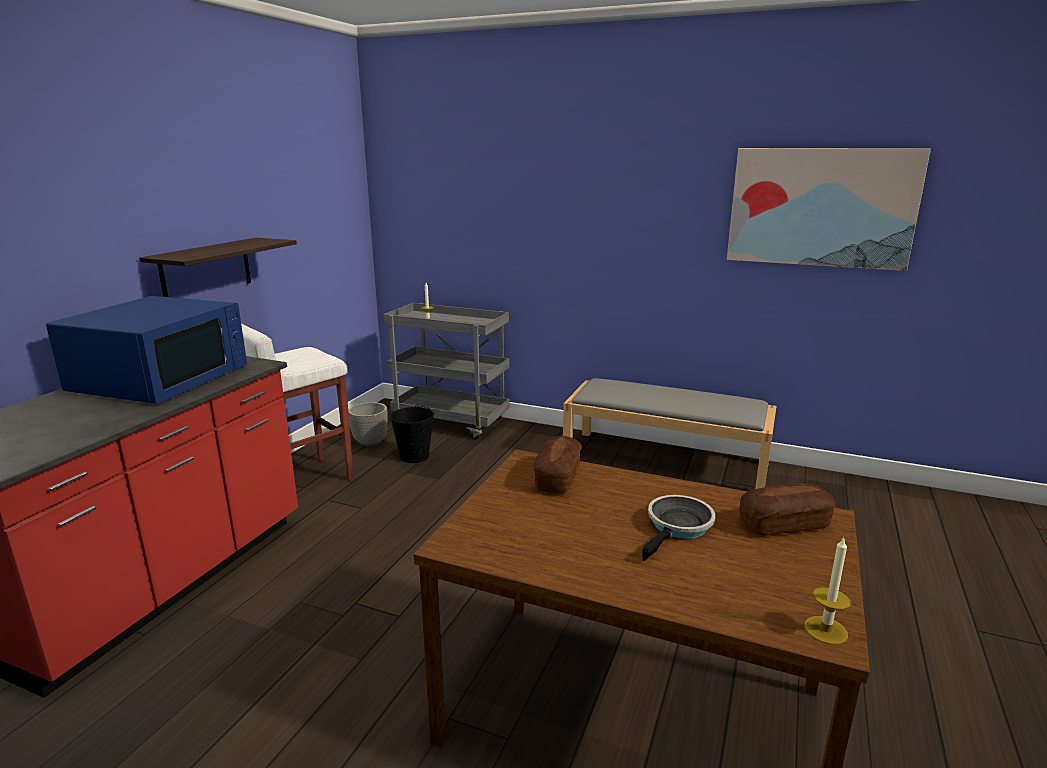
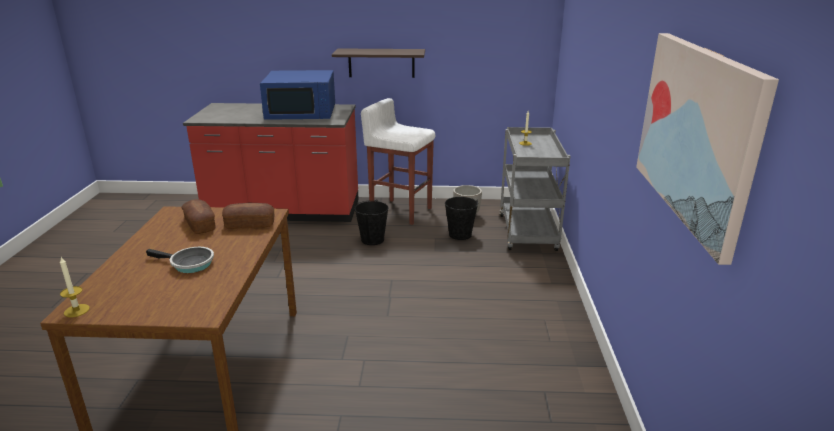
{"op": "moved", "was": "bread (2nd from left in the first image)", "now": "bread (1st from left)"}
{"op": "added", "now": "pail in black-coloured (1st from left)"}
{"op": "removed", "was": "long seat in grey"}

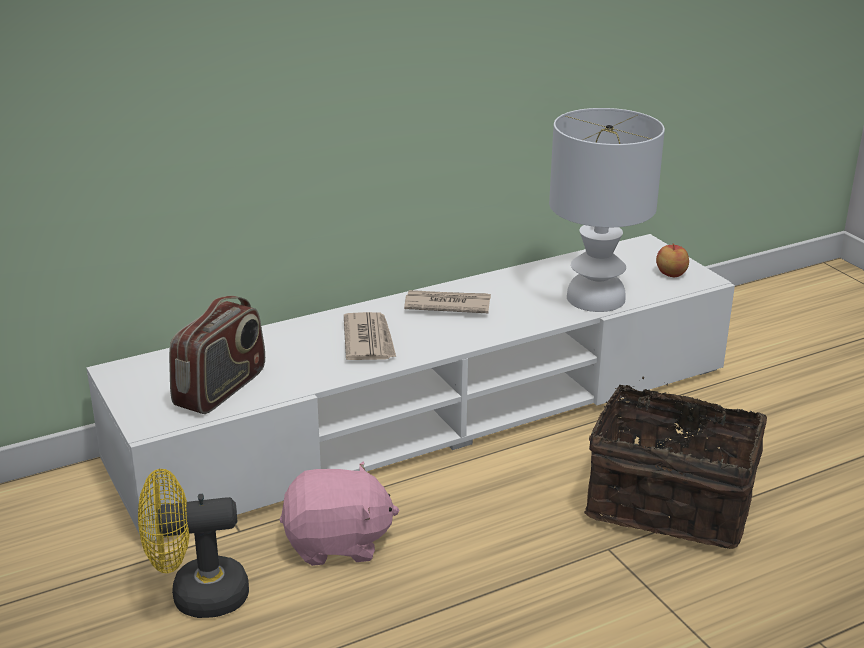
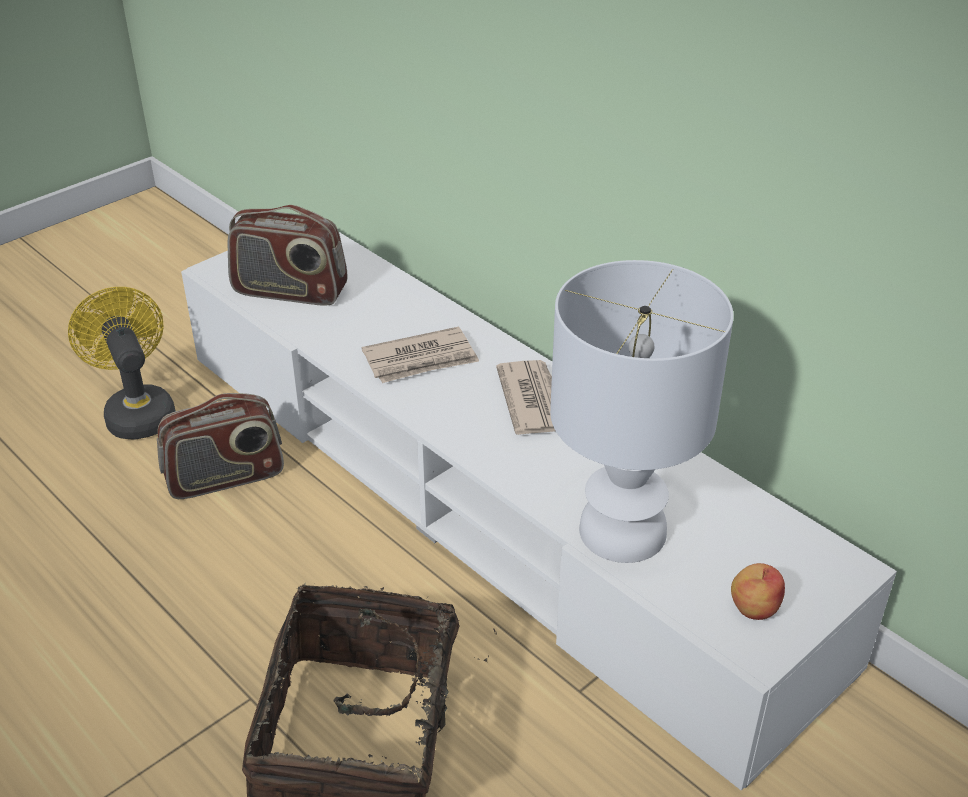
{"op": "replaced", "was": "plush toy in pinkish", "now": "radio set (1st from left)"}

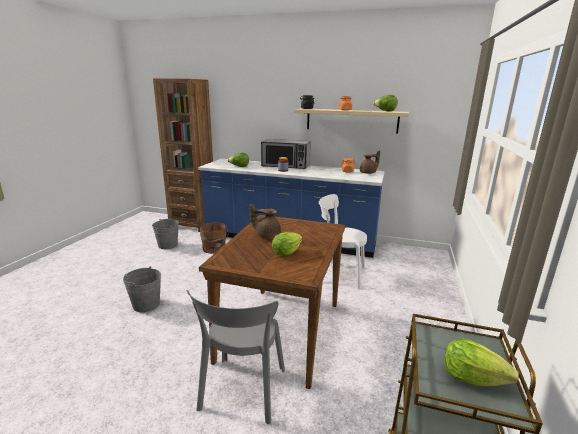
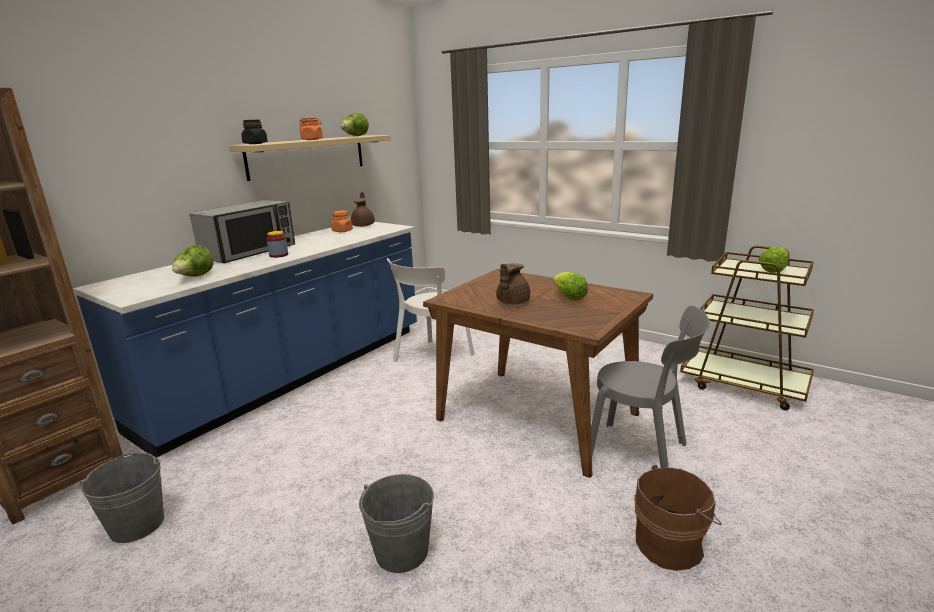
{"op": "moved", "was": "pail in brownish"}

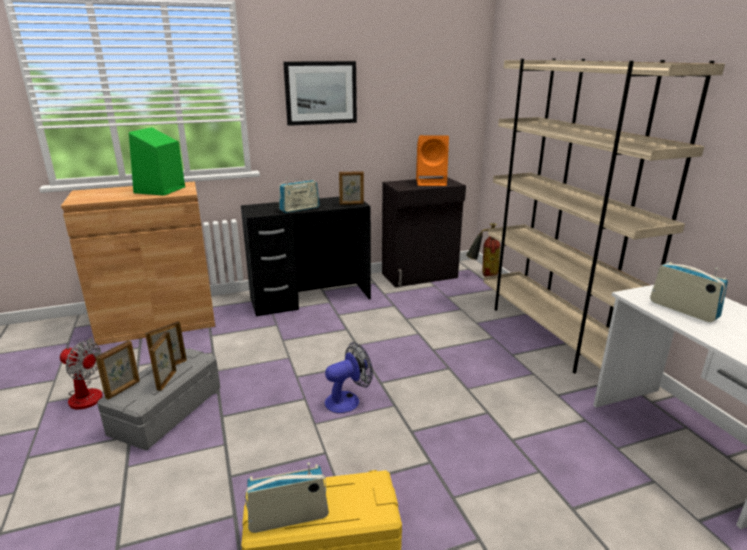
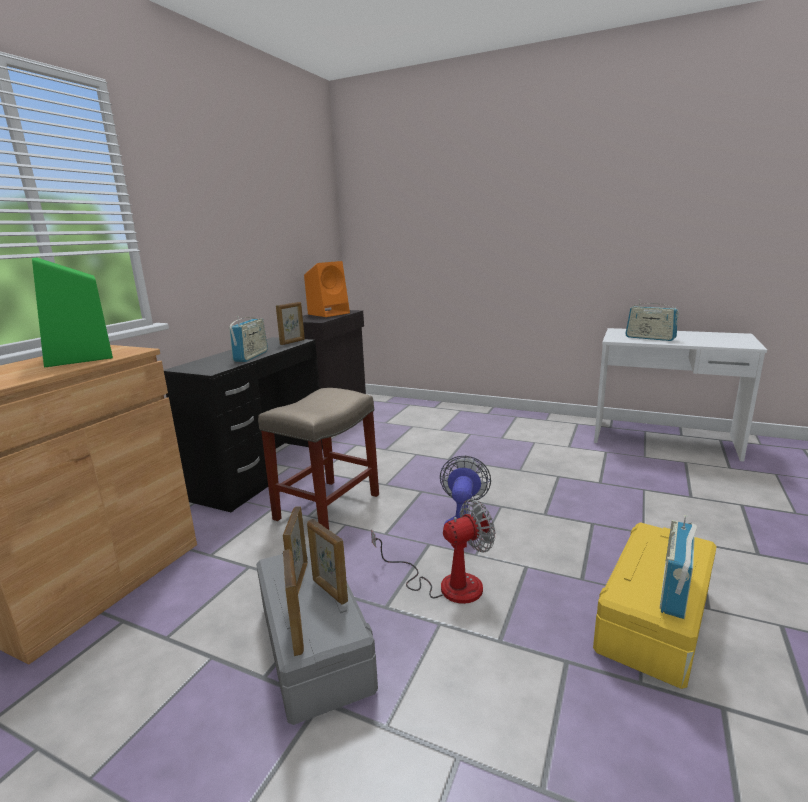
{"op": "added", "now": "stool in sand-coloured"}
{"op": "moved", "was": "cooling fan (1st from left)"}
{"op": "turned", "was": "radio set (3rd from left in the first image)", "clockwise": -150}
{"op": "removed", "was": "picture"}
{"op": "removed", "was": "extinguisher"}
{"op": "removed", "was": "bookcase in sand-coloured"}

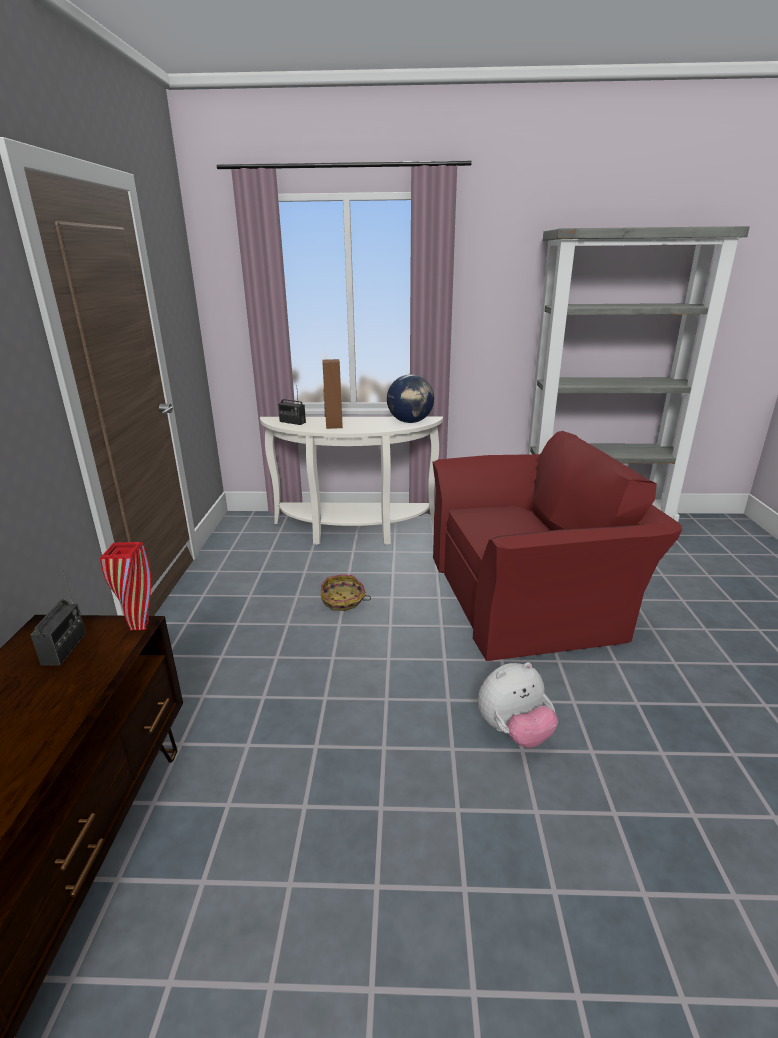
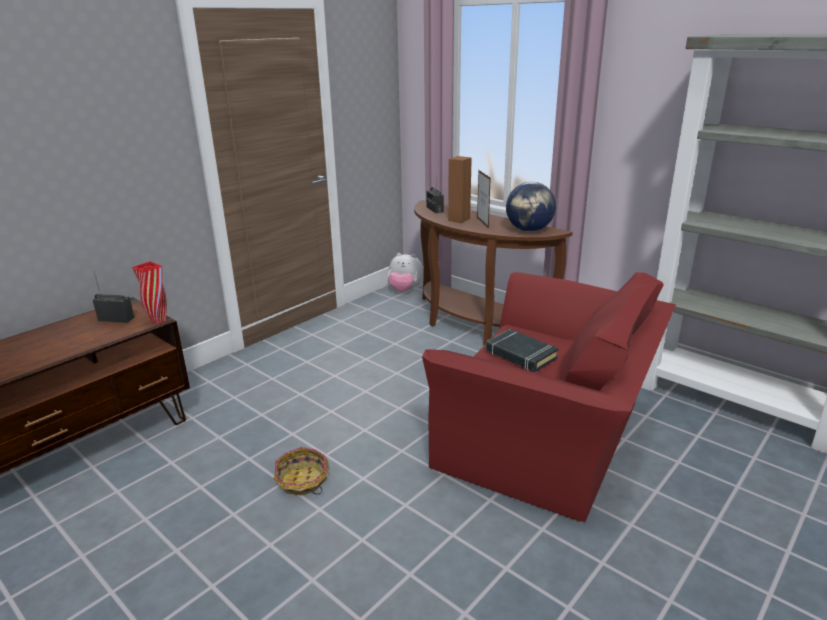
{"op": "turned", "was": "radio set (1st from left)", "clockwise": -120}
{"op": "moved", "was": "storage basket"}
{"op": "moved", "was": "plush toy"}
{"op": "recoloured", "was": "hall table in white-coloured", "now": "hall table in brownish"}
{"op": "added", "now": "photo frame"}
{"op": "added", "now": "book in black-coloured"}

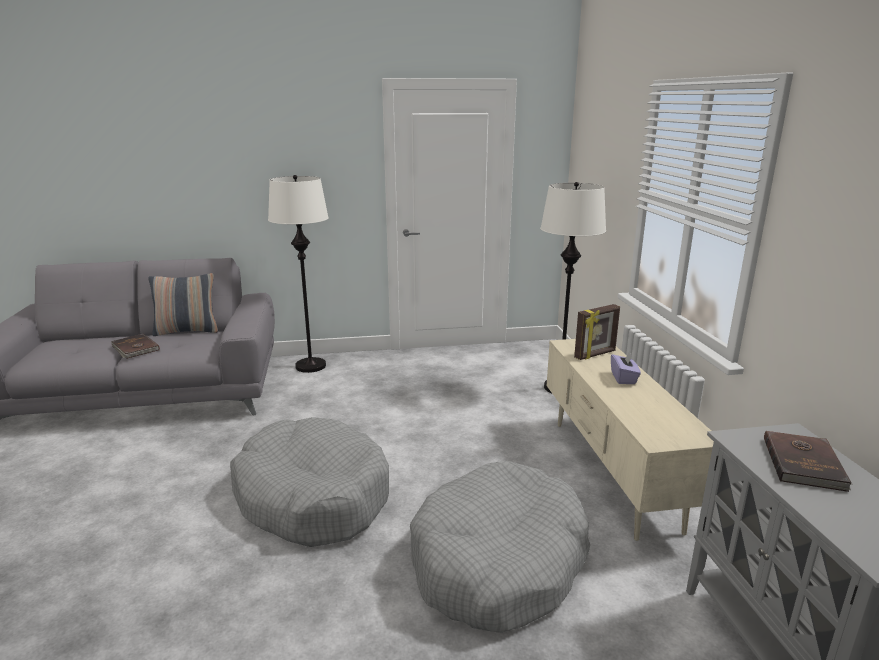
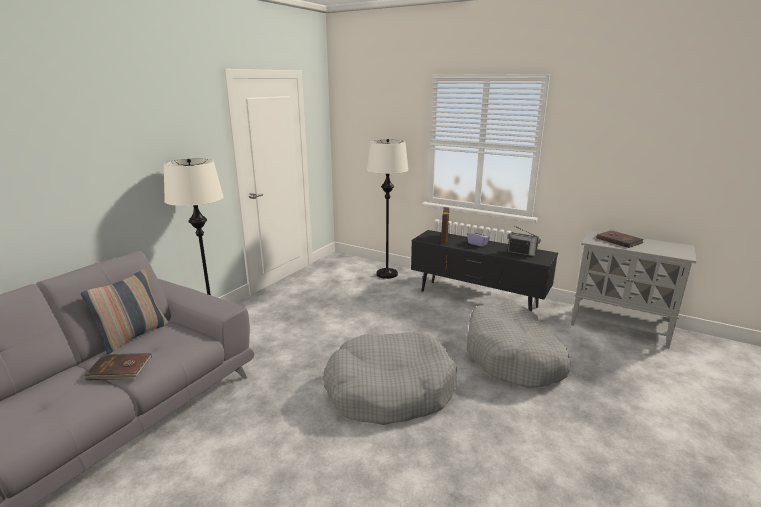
{"op": "recoloured", "was": "media console in sand-coloured", "now": "media console in black-coloured"}
{"op": "added", "now": "radio set"}

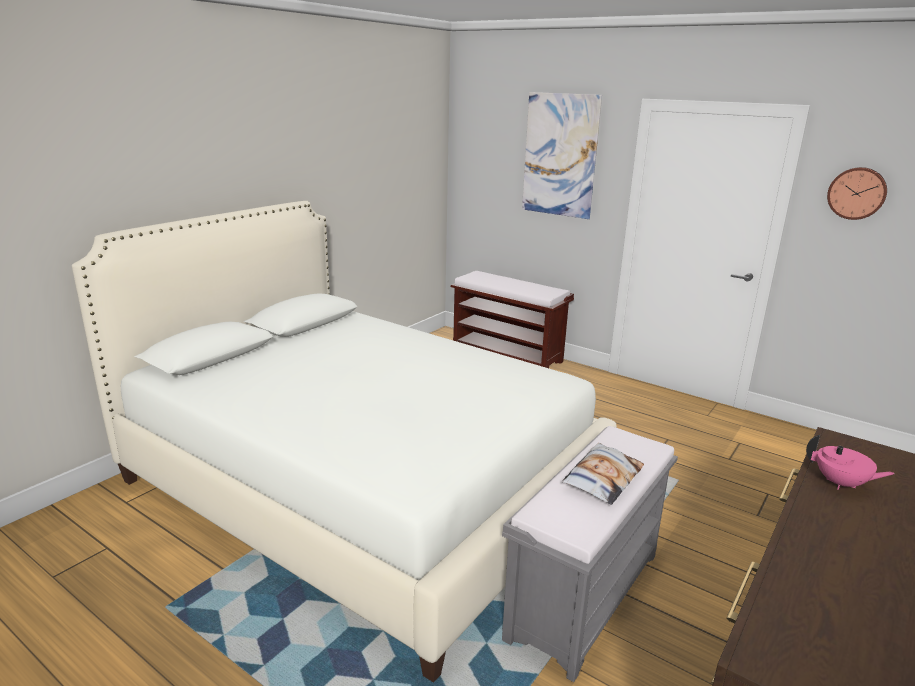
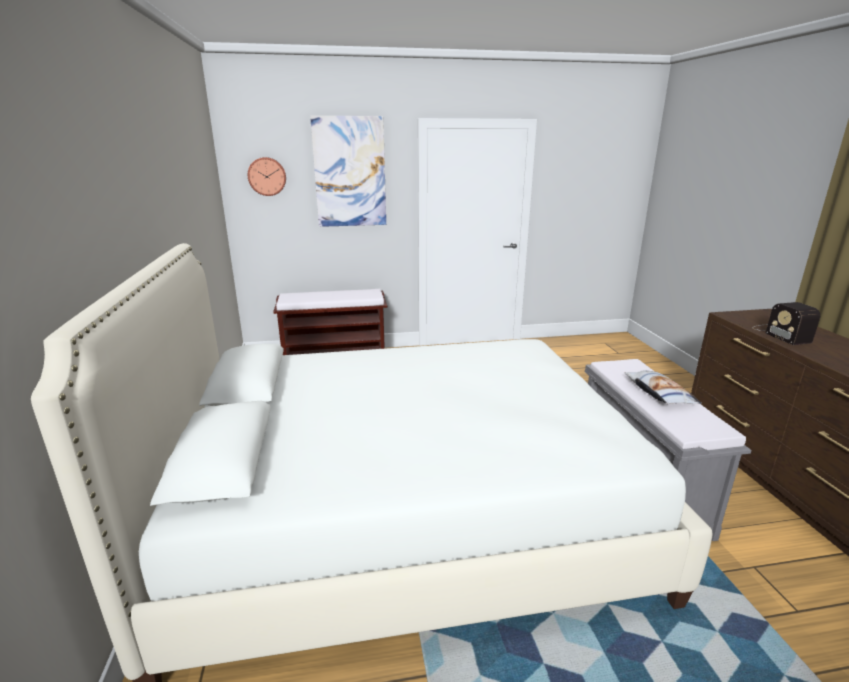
{"op": "moved", "was": "hanging clock"}
{"op": "replaced", "was": "tea pot in pinkish", "now": "radio set"}

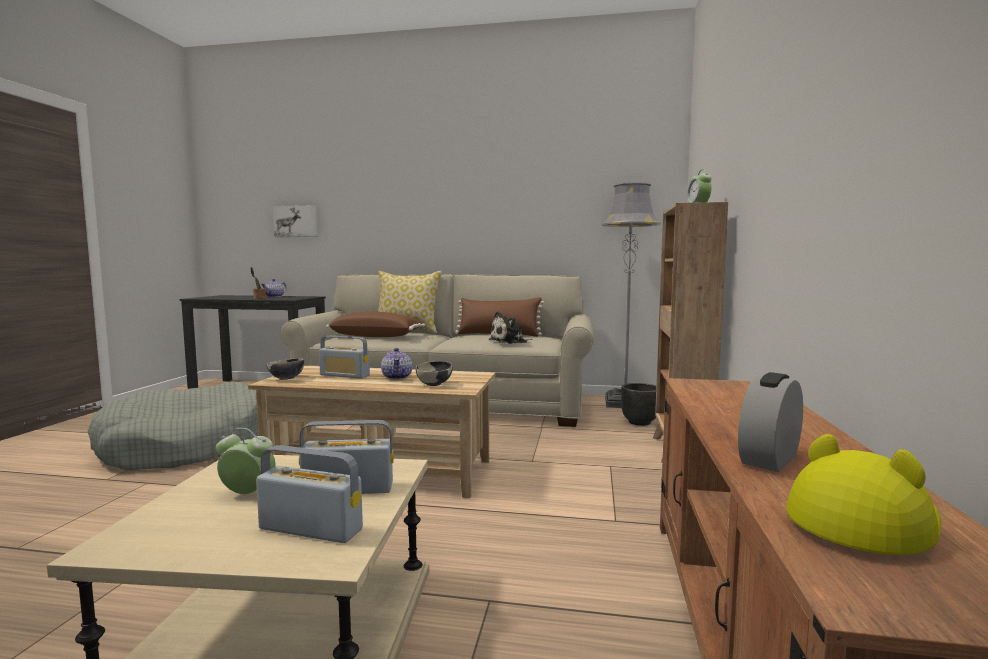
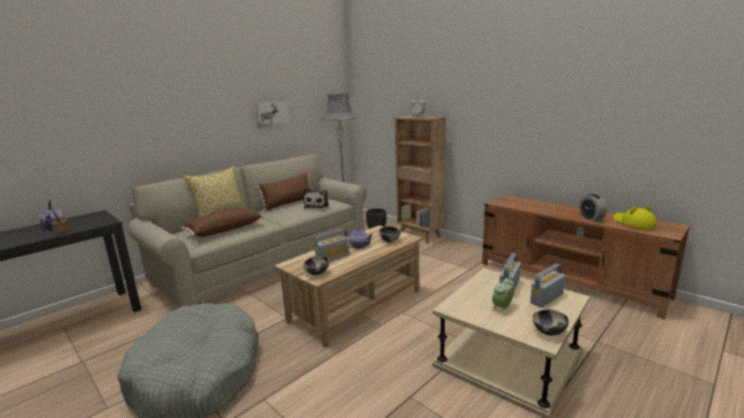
{"op": "moved", "was": "picture"}
{"op": "added", "now": "bowl (3rd from left)"}

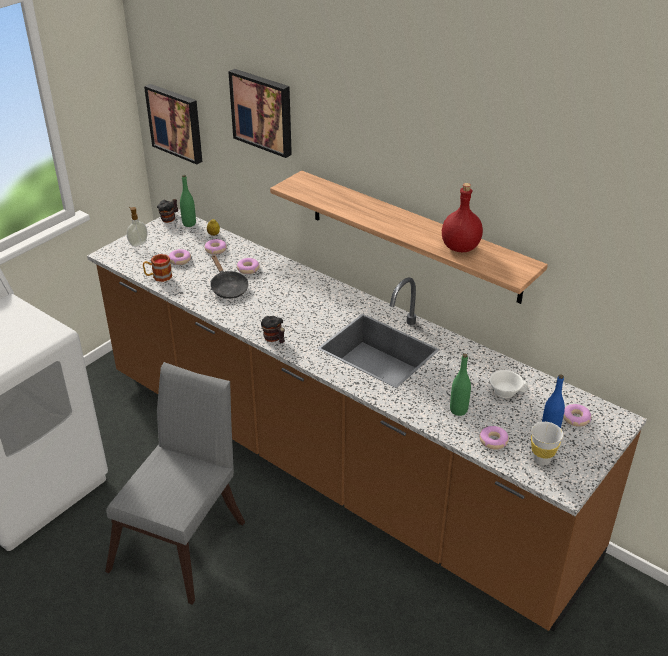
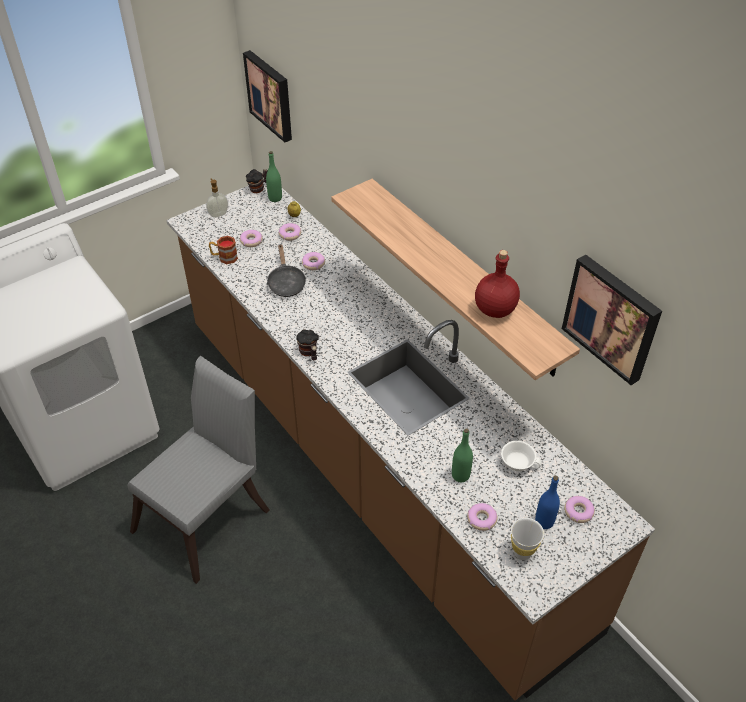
{"op": "moved", "was": "picture (2nd from left)"}

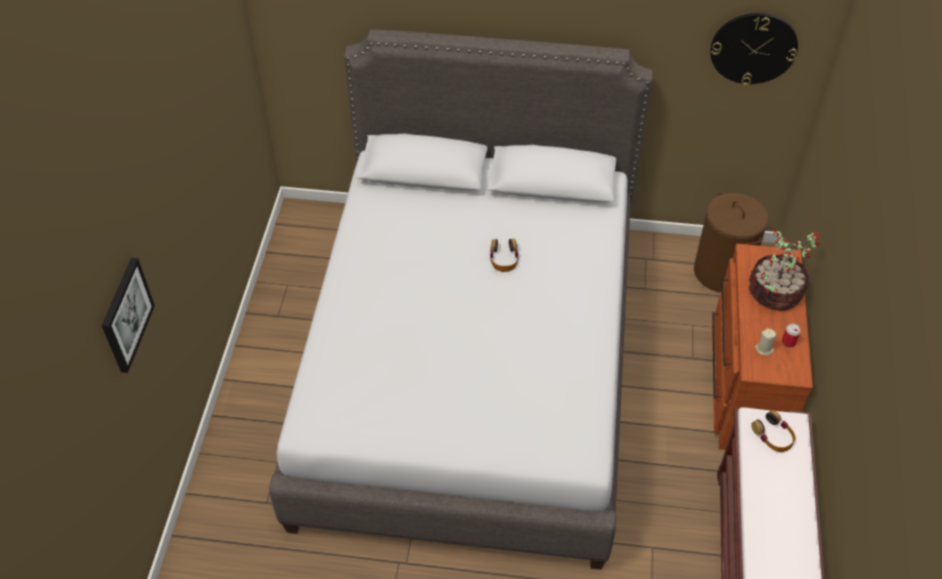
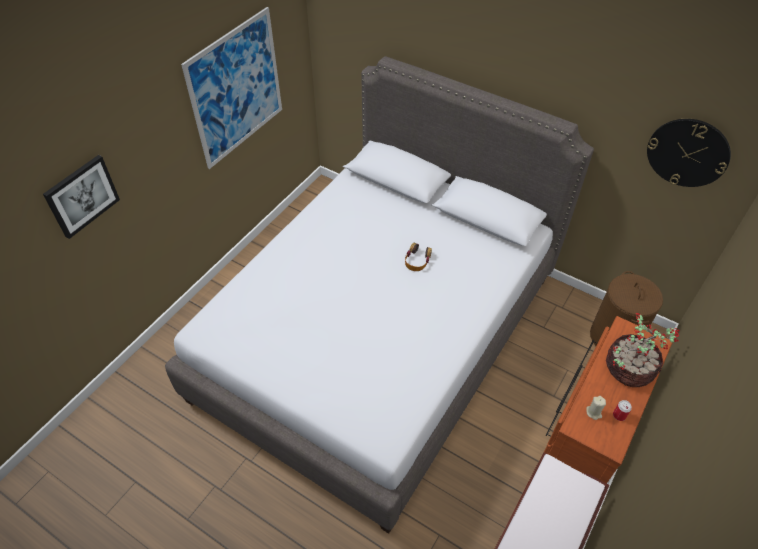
{"op": "added", "now": "picture (2nd from left)"}
{"op": "removed", "was": "headset (2nd from left)"}

